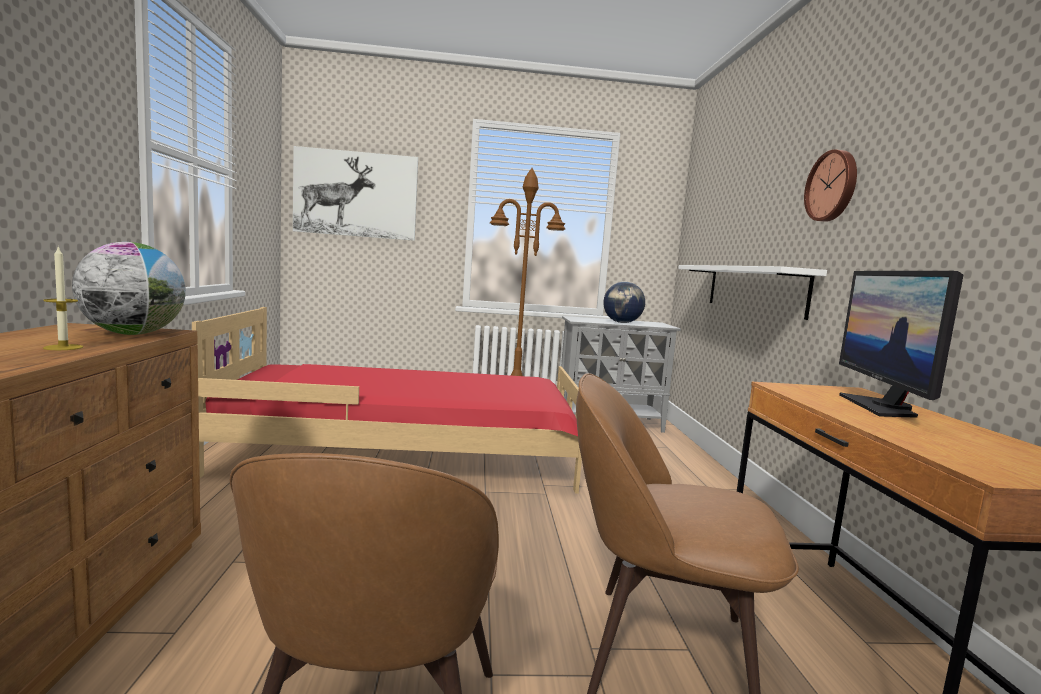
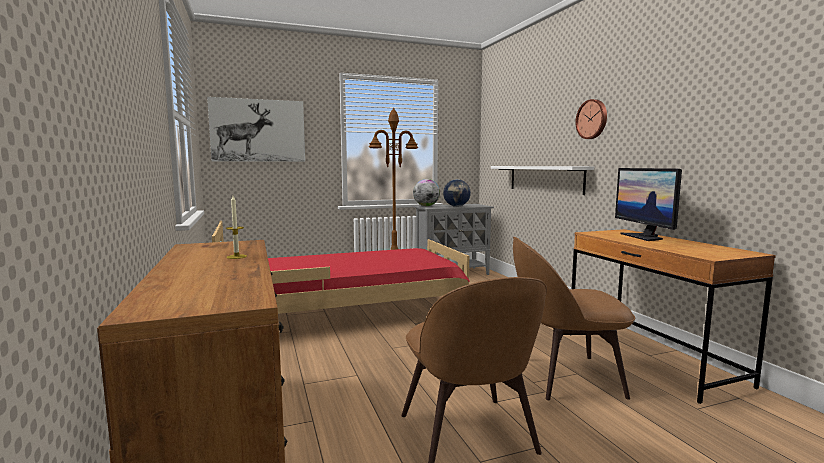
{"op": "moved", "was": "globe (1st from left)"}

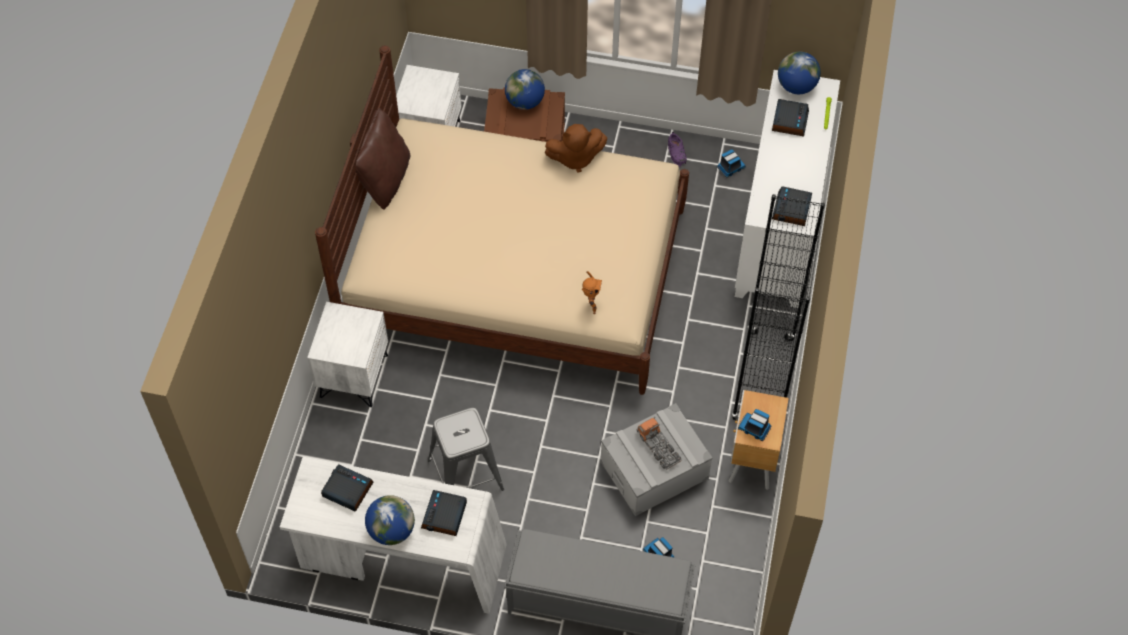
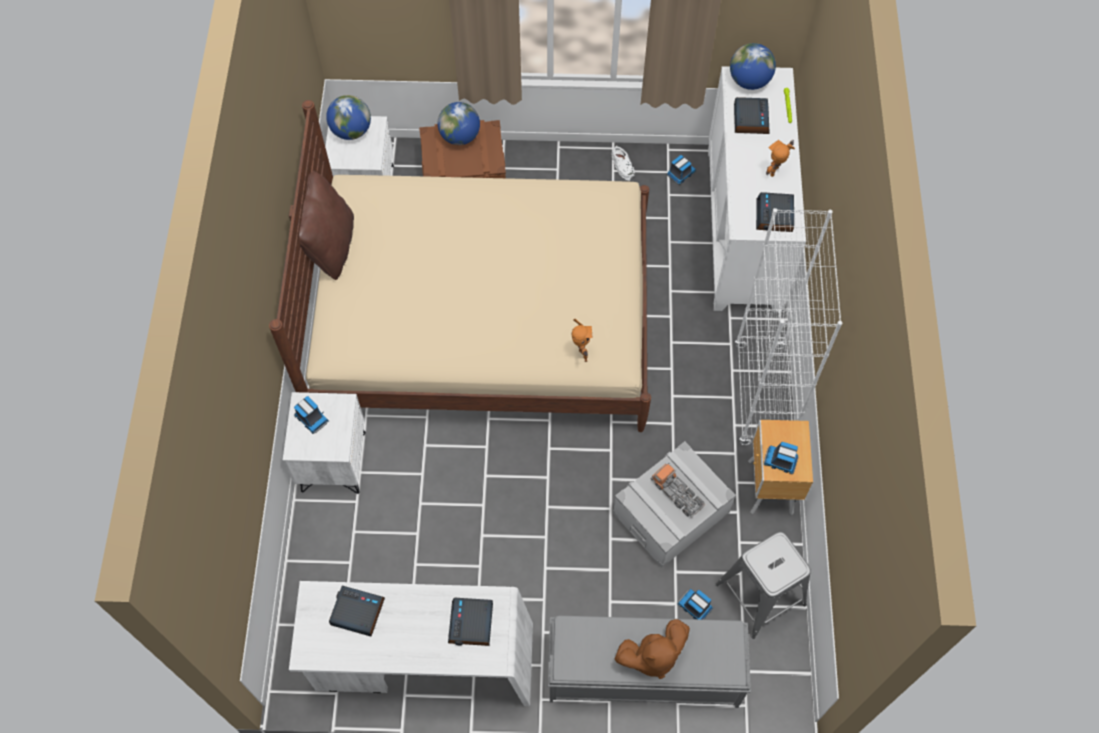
{"op": "added", "now": "toy truck (1st from left)"}
{"op": "moved", "was": "globe (1st from left)"}
{"op": "recoloured", "was": "low shoe in purplish", "now": "low shoe in white-coloured"}
{"op": "moved", "was": "plush toy in brownish"}
{"op": "moved", "was": "stool in grey"}
{"op": "recoloured", "was": "bookcase in black-coloured", "now": "bookcase in white-coloured"}
{"op": "added", "now": "model robot (2nd from left)"}

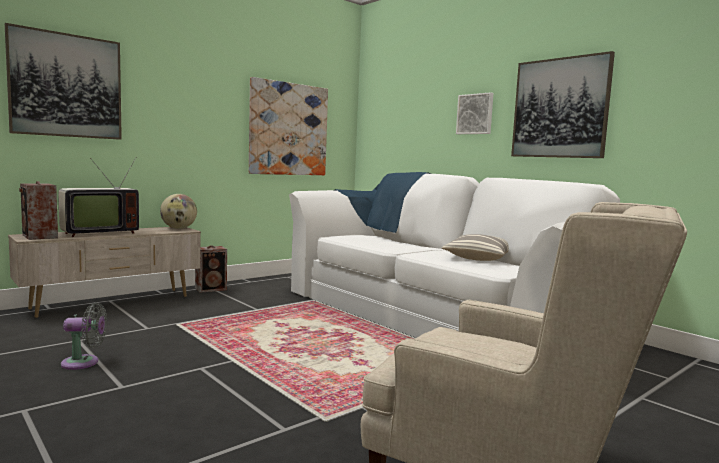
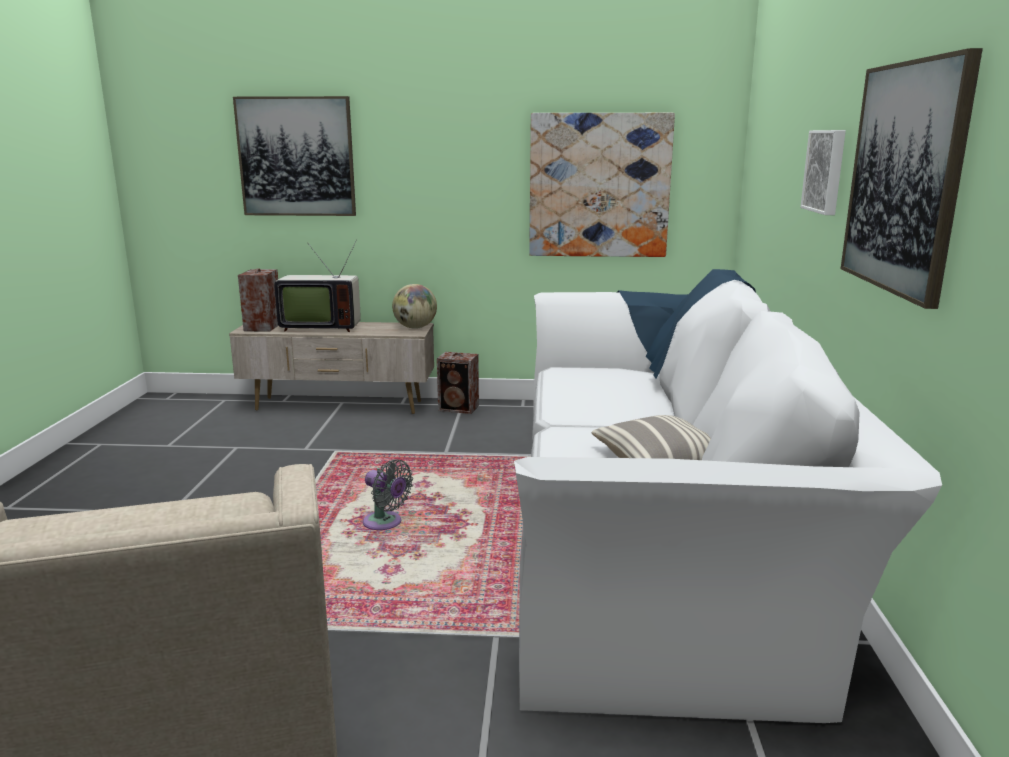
{"op": "moved", "was": "cooling fan in grey"}

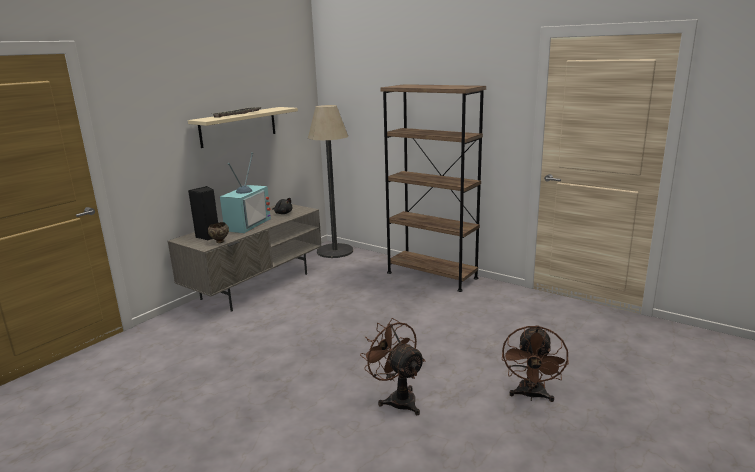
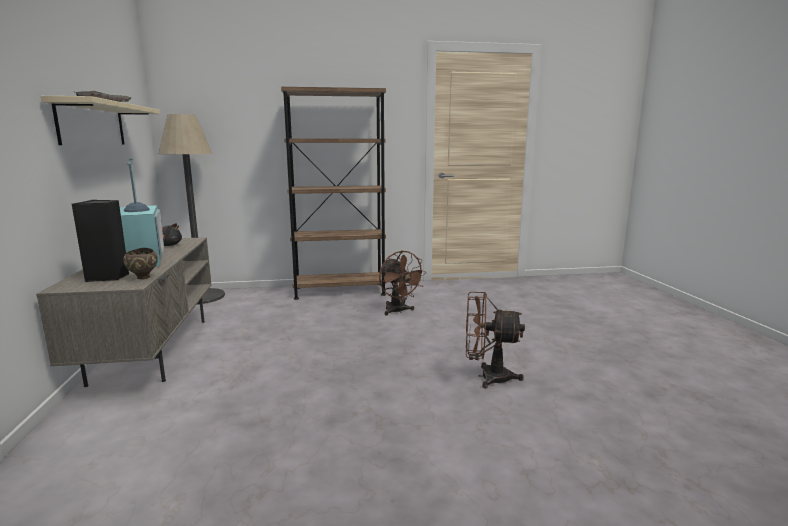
{"op": "moved", "was": "cooling fan in brownish (2nd from left in the first image)", "now": "cooling fan in brownish (1st from left)"}

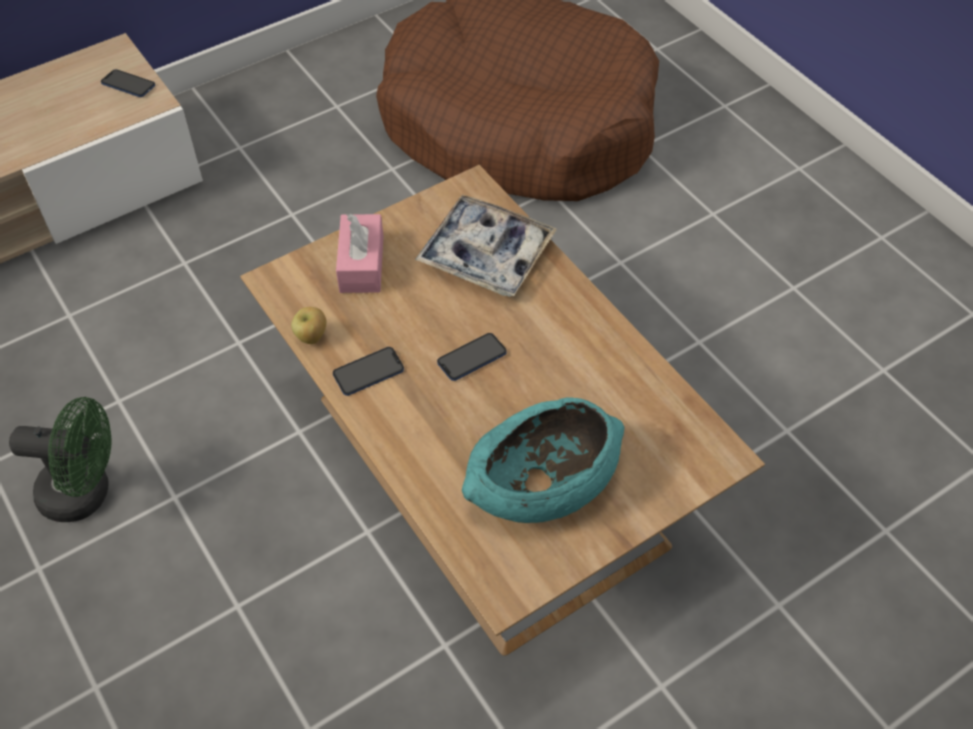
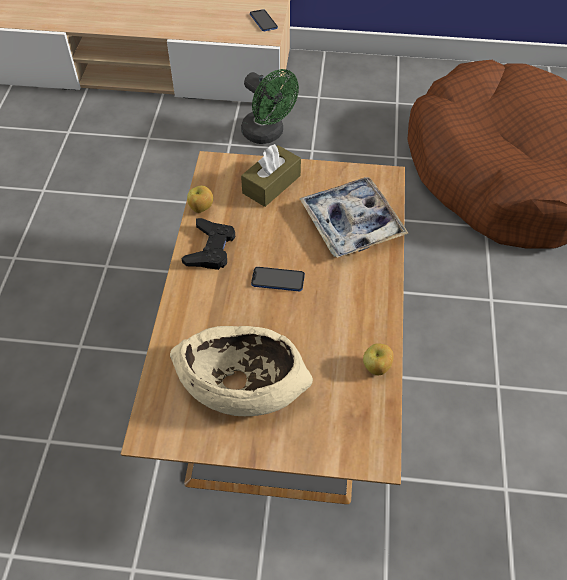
{"op": "recoloured", "was": "bowl in blue-green", "now": "bowl in sand-coloured"}
{"op": "replaced", "was": "telephone (2nd from left)", "now": "game controller in black-coloured"}
{"op": "moved", "was": "cooling fan in greenish"}
{"op": "recoloured", "was": "tissue box in pinkish", "now": "tissue box in brownish"}
{"op": "added", "now": "apple (2nd from left)"}

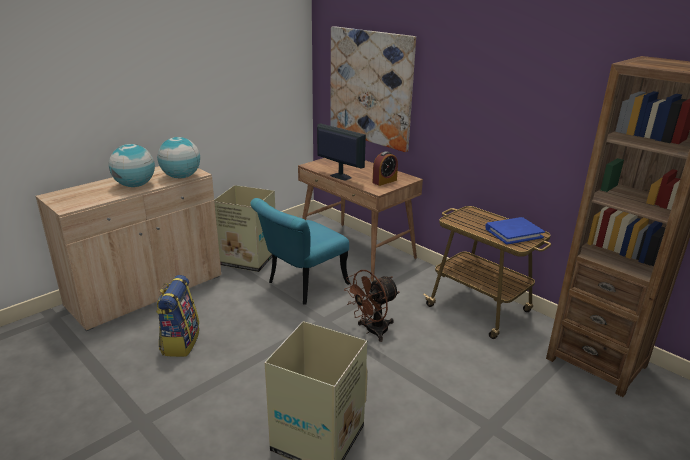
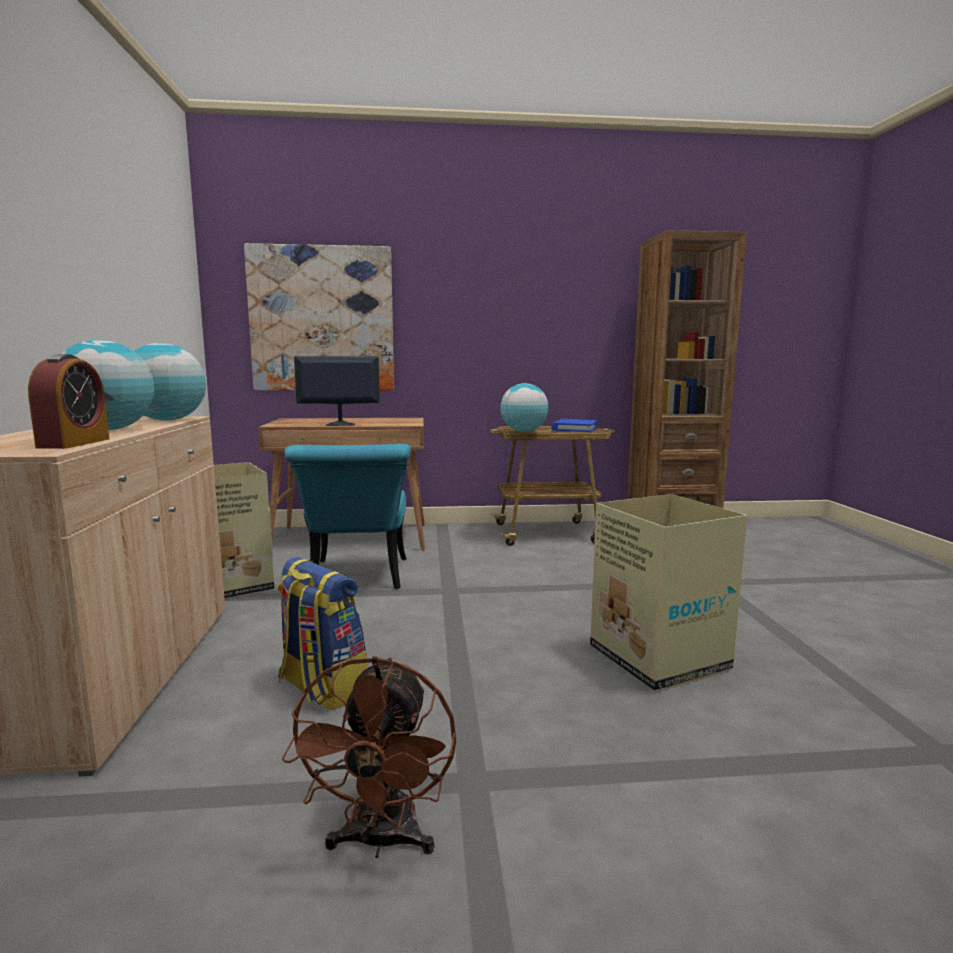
{"op": "moved", "was": "bedside clock"}
{"op": "moved", "was": "cooling fan in brownish"}
{"op": "added", "now": "globe (3rd from left)"}

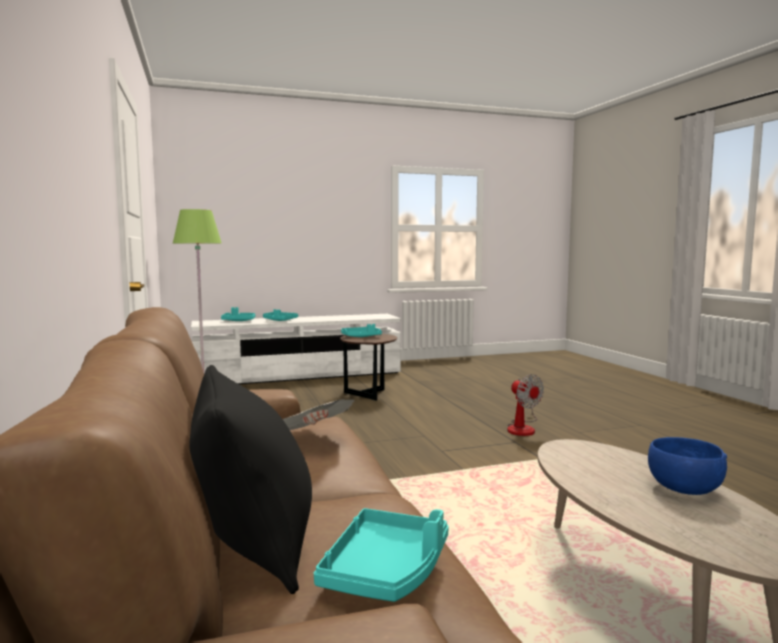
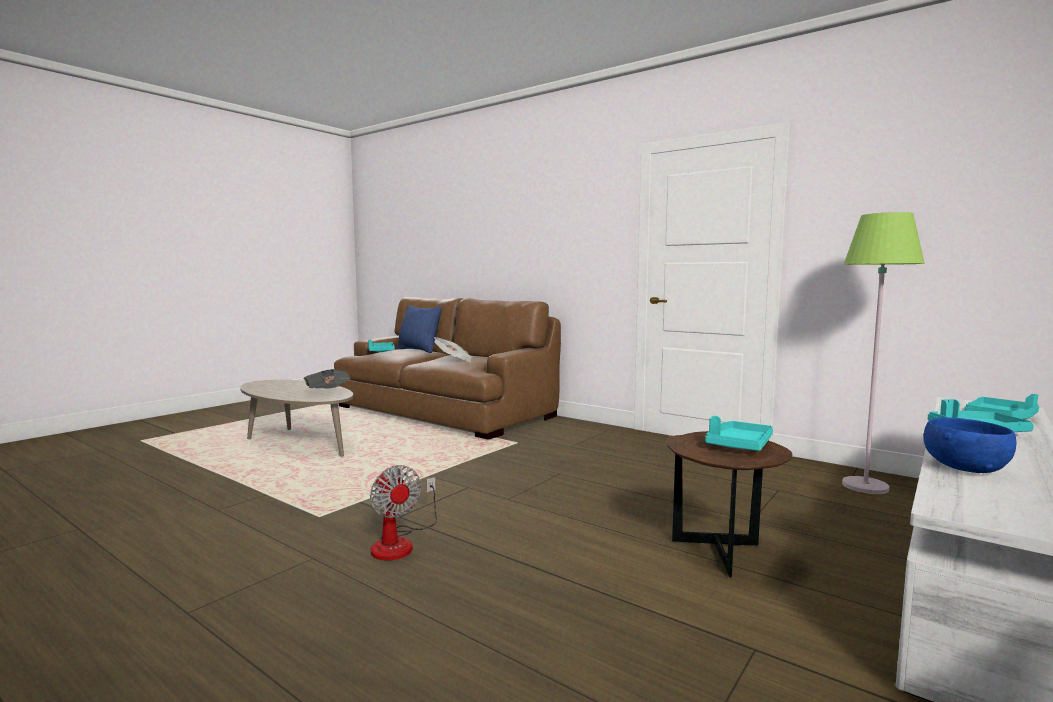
{"op": "added", "now": "daily paper (1st from left)"}
{"op": "turned", "was": "cooling fan", "clockwise": -150}
{"op": "recoloured", "was": "throw pillow in black-coloured", "now": "throw pillow in bluish"}
{"op": "moved", "was": "bowl in bluish"}

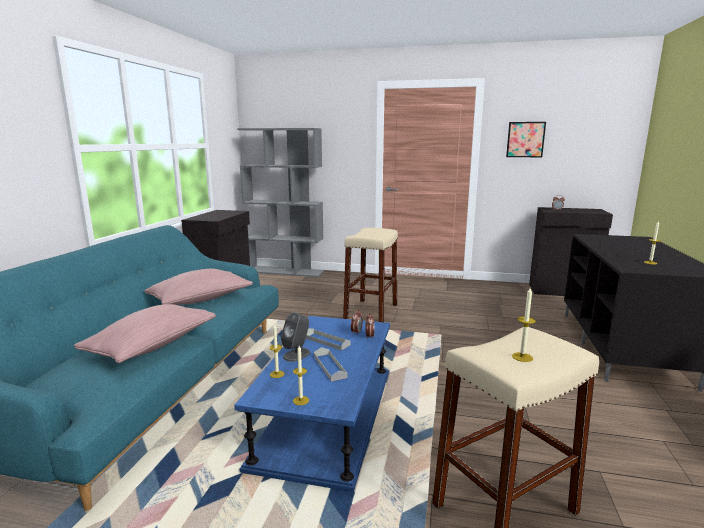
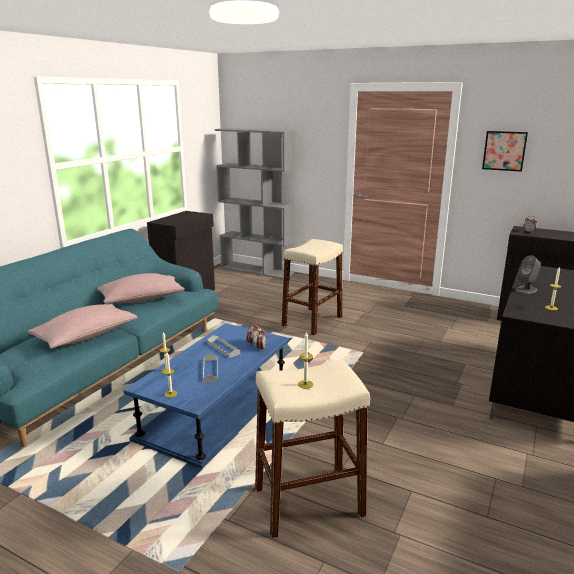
{"op": "moved", "was": "audio speaker in grey"}

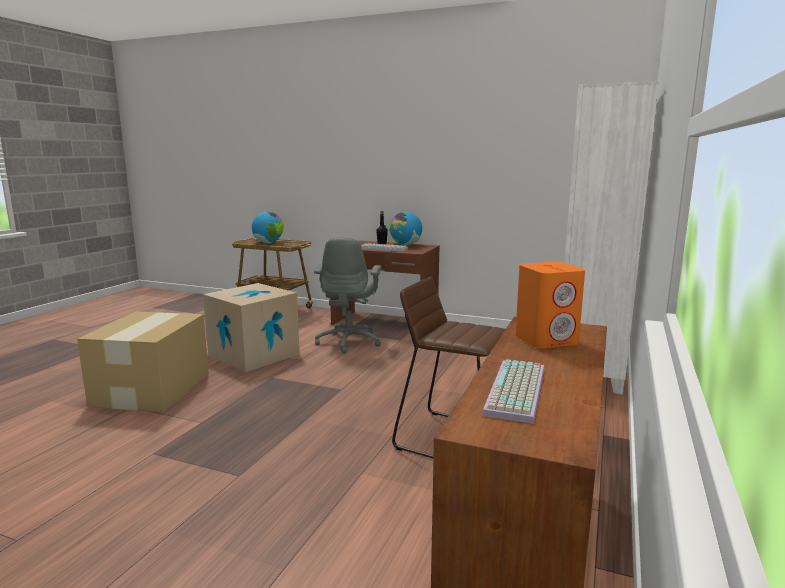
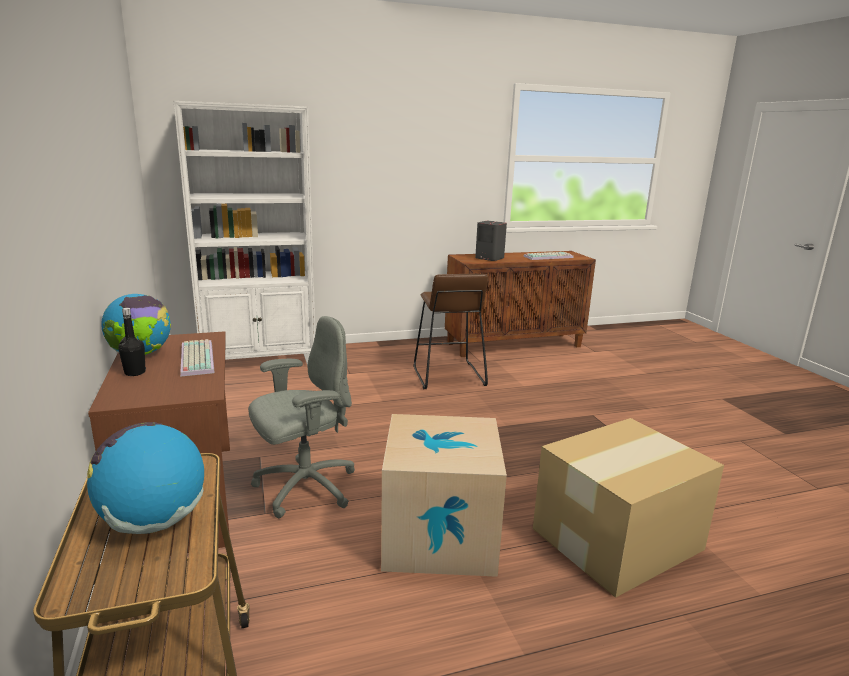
{"op": "recoloured", "was": "audio speaker in orange-coloured", "now": "audio speaker in grey"}

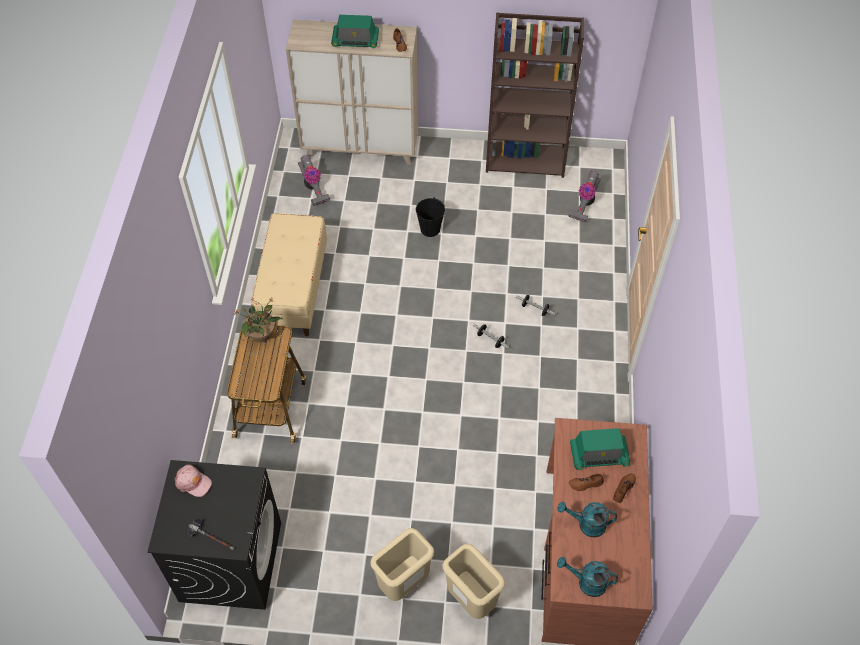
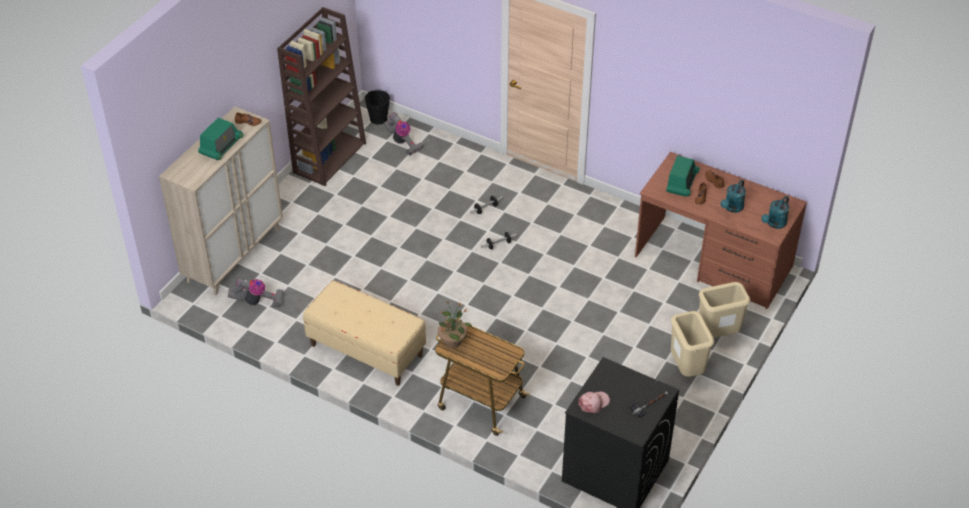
{"op": "moved", "was": "pail in black-coloured"}

